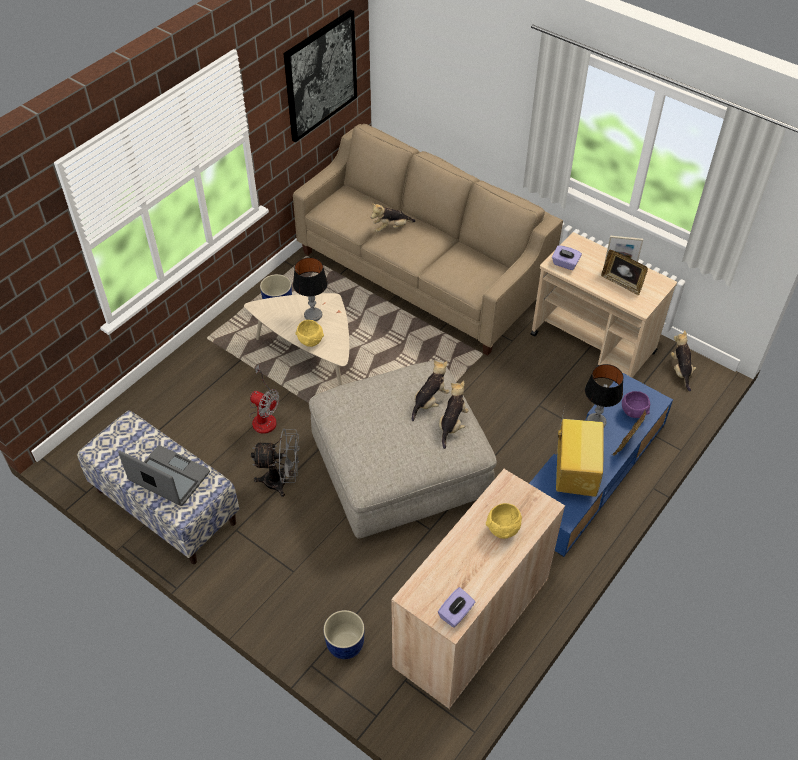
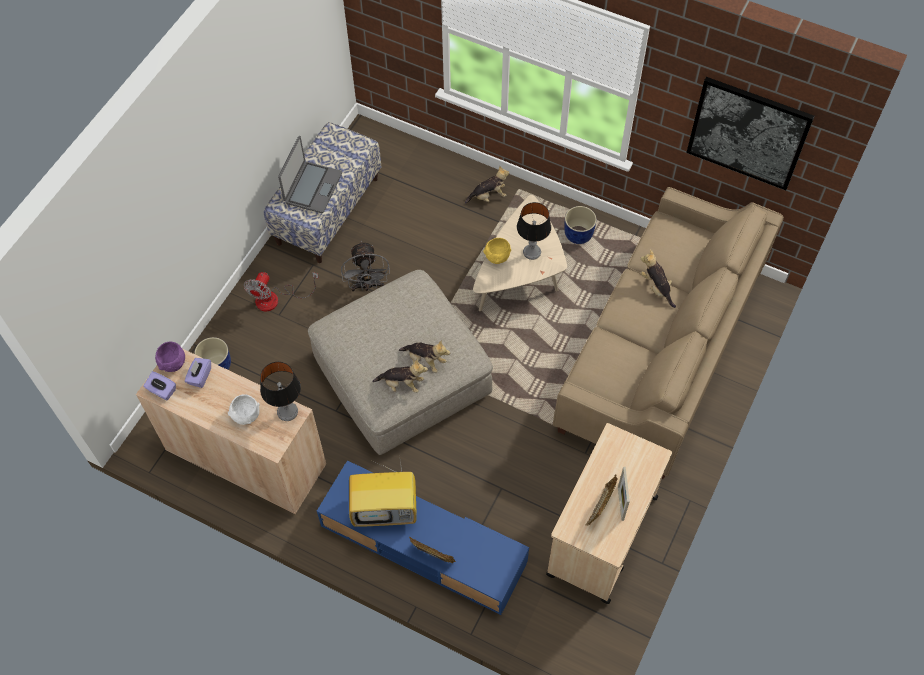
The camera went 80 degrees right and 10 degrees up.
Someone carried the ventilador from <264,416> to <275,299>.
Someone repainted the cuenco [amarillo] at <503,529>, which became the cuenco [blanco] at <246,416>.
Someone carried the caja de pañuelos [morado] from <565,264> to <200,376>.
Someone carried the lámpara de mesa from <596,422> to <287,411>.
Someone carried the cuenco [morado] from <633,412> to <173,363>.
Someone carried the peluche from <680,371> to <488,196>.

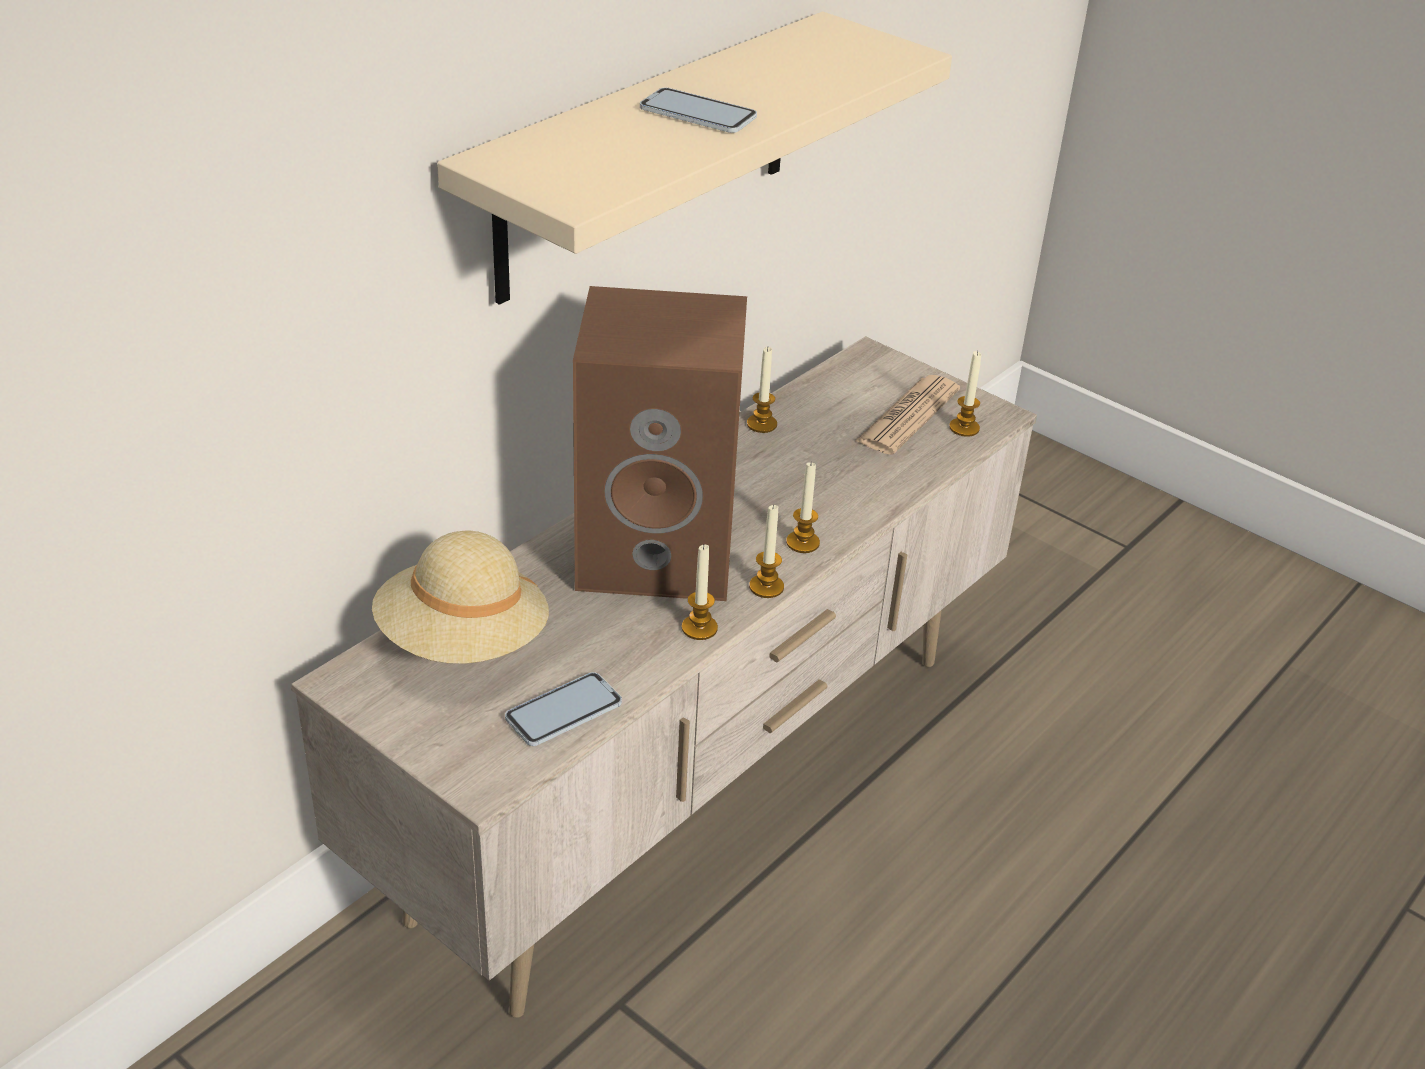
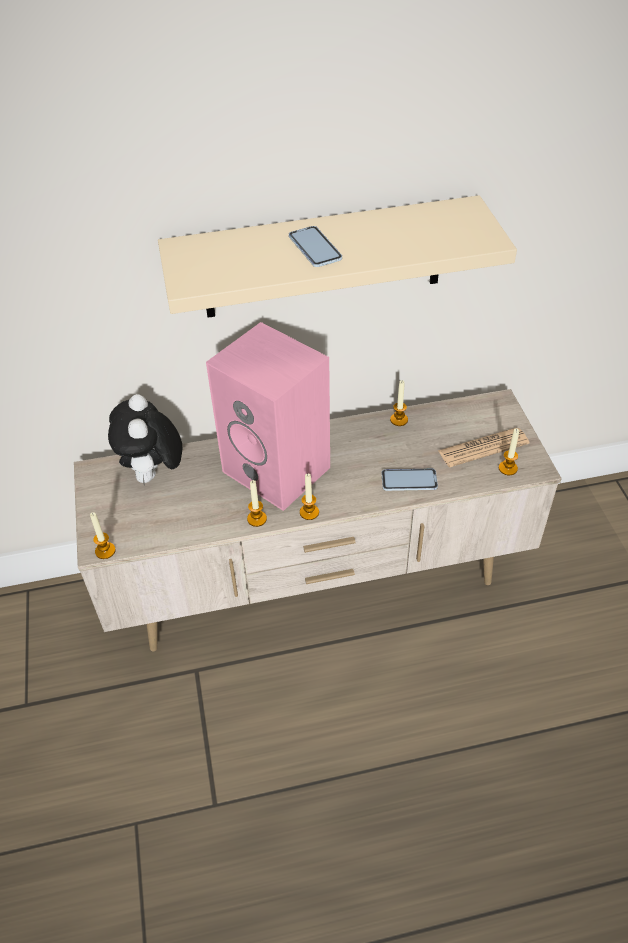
The camera went 40 degrees right and 10 degrees up.
Someone swapped the sombrero [beis] at <463,641> for the peluche at <153,475>.
Someone carried the móvil from <563,711> to <409,481>.
Someone repainted the altavoz [marrón] at <660,551>, which became the altavoz [rosa] at <279,469>.
Someone carried the vela from <802,543> to <105,551>.

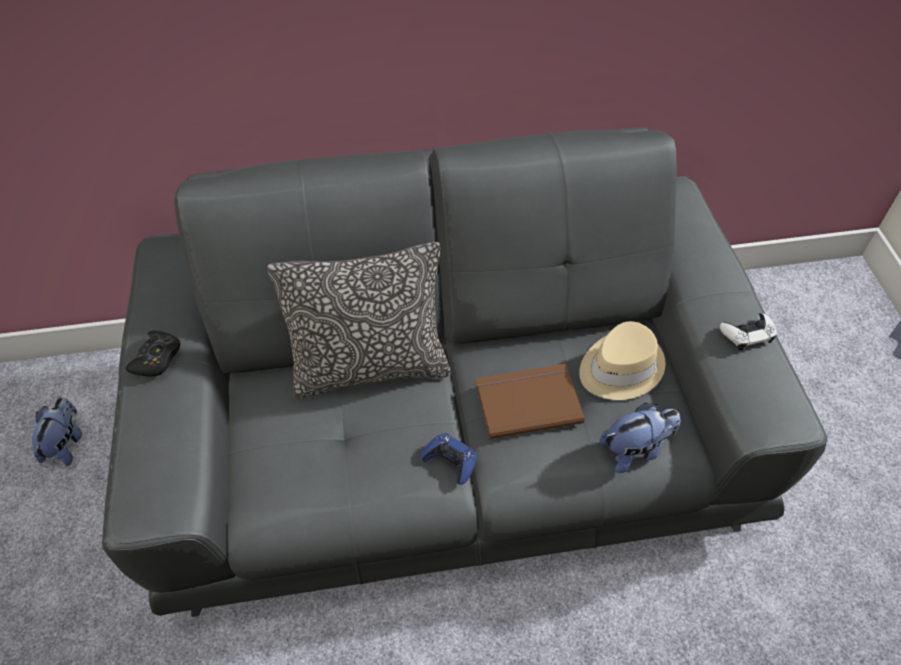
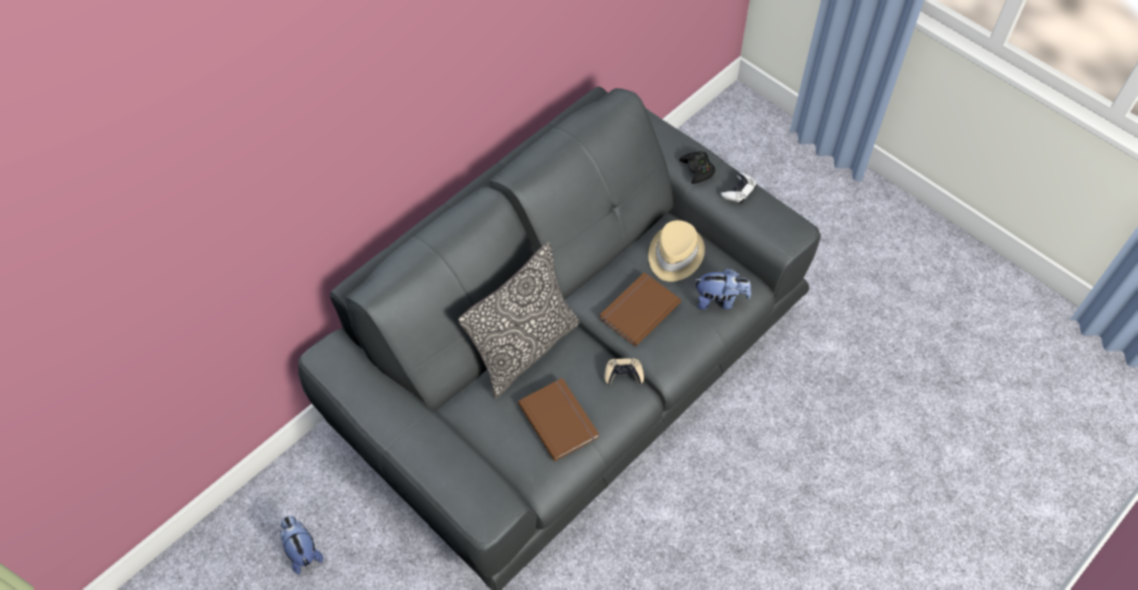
The camera went 35 degrees left and 5 degrees up.
Someone carried the mando de consola [negro] from <157,358> to <697,169>.
Someone repainted the mando de consola [azul] at <450,461>, which became the mando de consola [beis] at <623,374>.
Someone rotated the peluche at <635,450> by 60 degrees clockwise.
Someone put down the libro [marrón] at <560,419>.

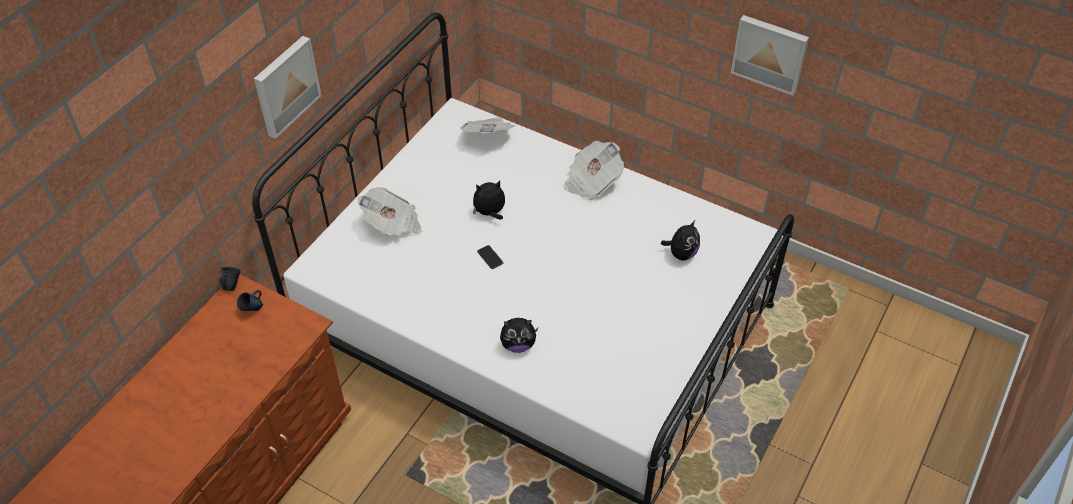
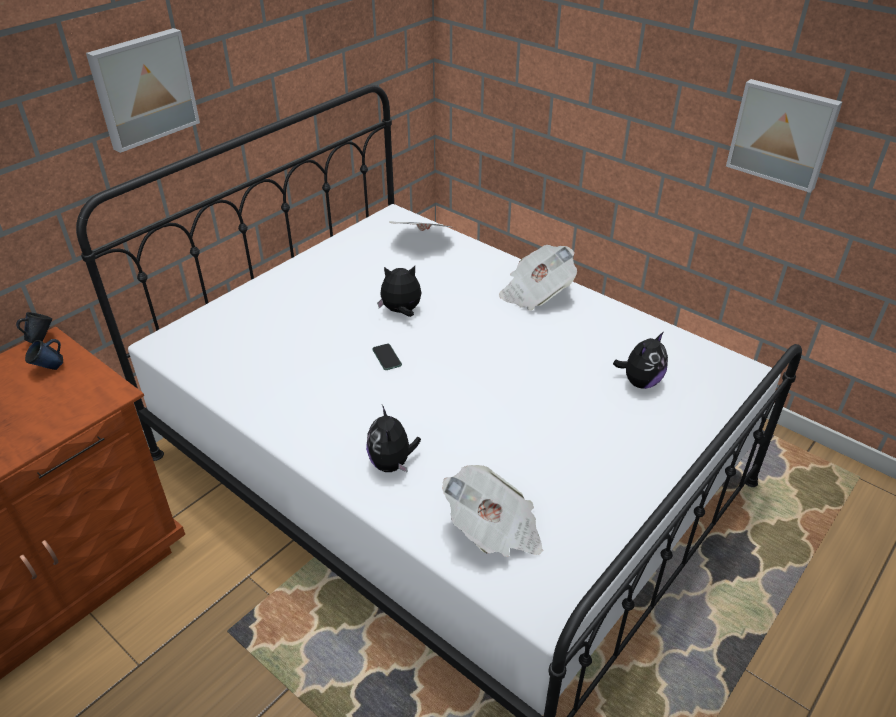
The camera went 10 degrees right and 10 degrees down.
Someone carried the periódico from <393,224> to <494,530>.
Someone rotated the peluche at <518,345> by 75 degrees clockwise.

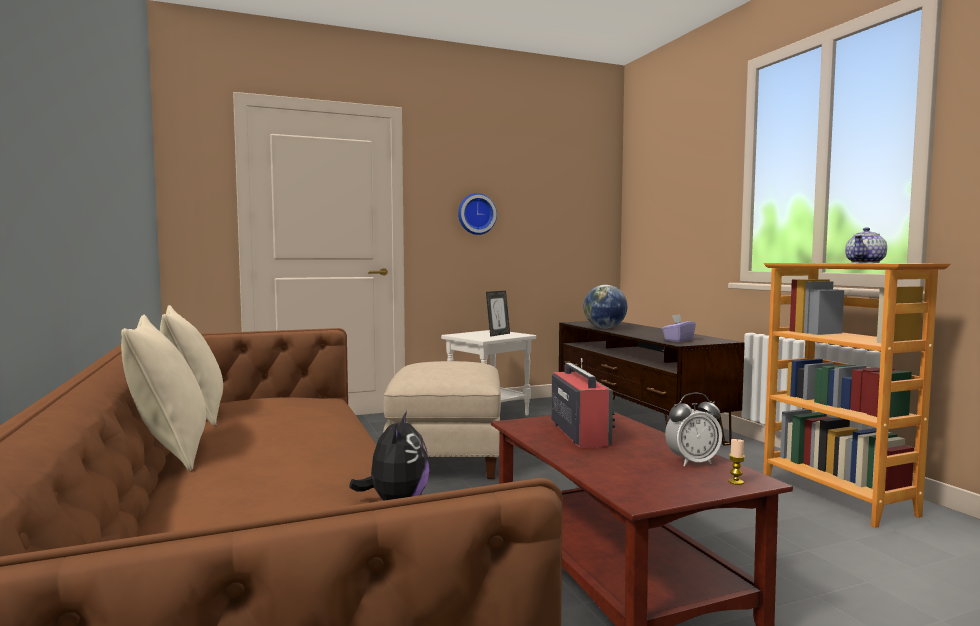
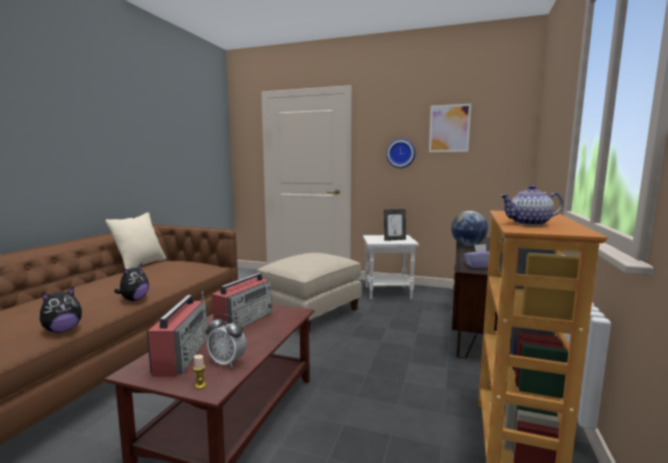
The camera went 40 degrees right and 5 degrees up.
Someone took away the cojín [beis] at <170,452>.
Someone put down the peluche at <134,299>.
Someone put down the radio at <182,355>.
Someone put up the cuadro at <449,128>.

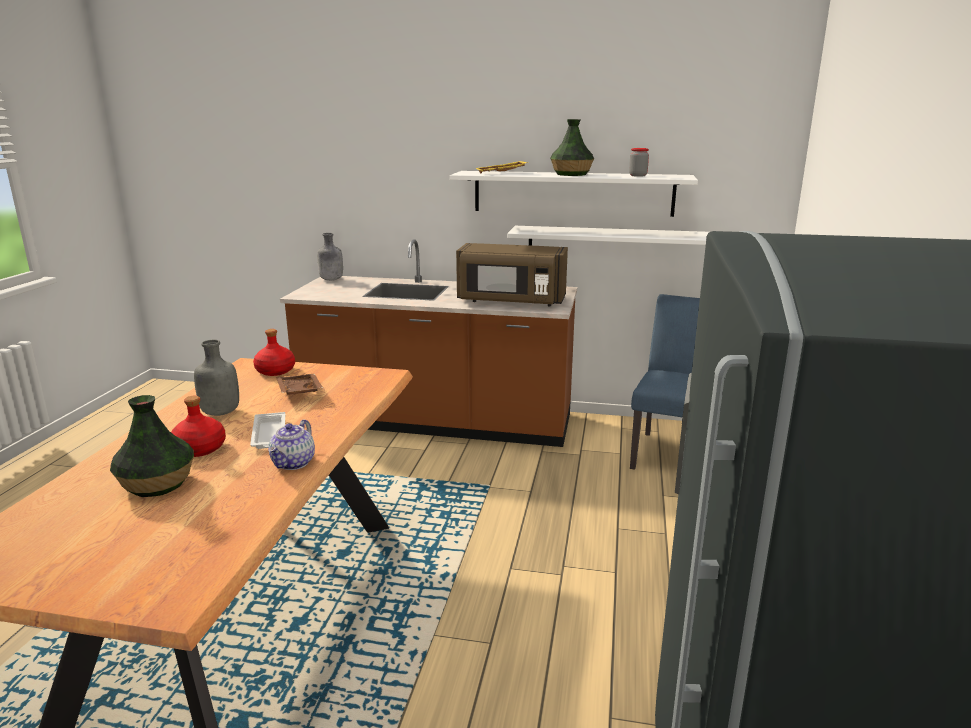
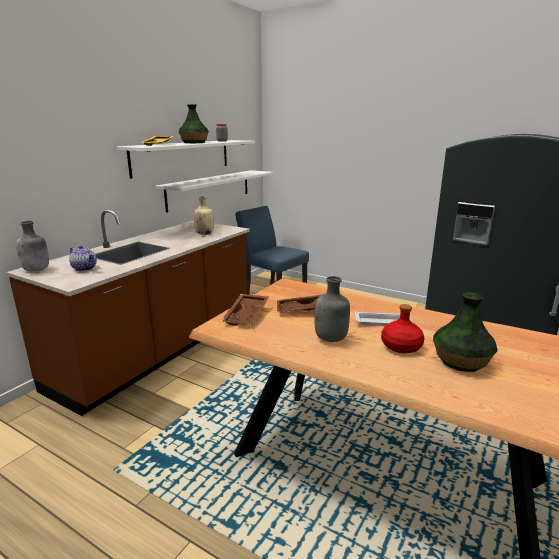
The camera went 70 degrees left and 0 degrees up.
Someone swapped the botella [rojo] at <275,371> for the bandeja [marrón] at <247,316>.
Someone carried the tetera from <293,463> to <85,268>.
Someone swapped the microondas [marrón] at <510,301> for the botella [beis] at <204,234>.

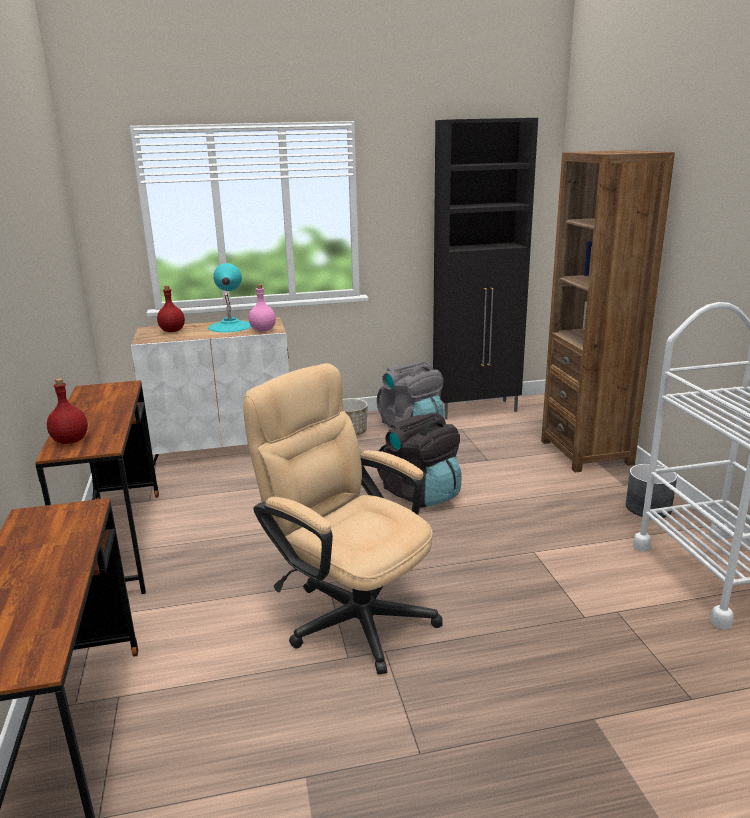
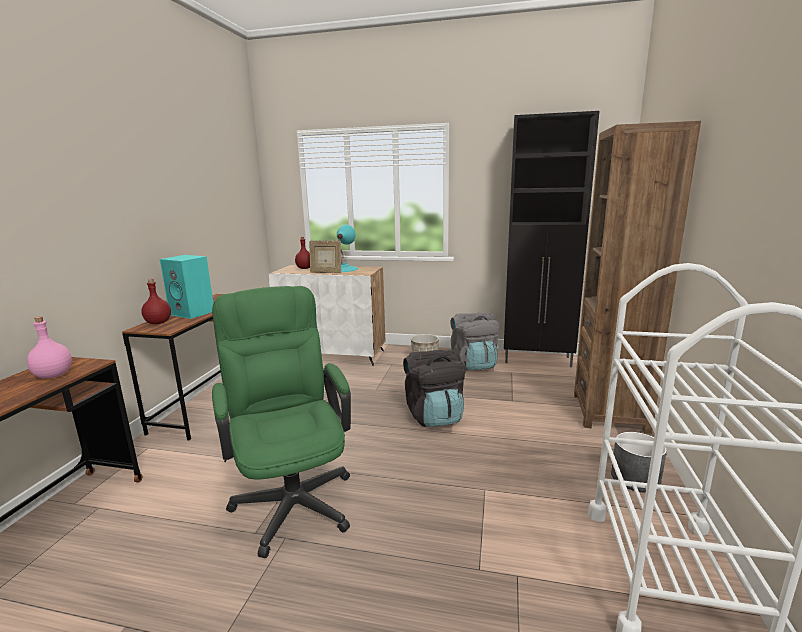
The camera went 25 degrees right and 5 degrees down.
Someone repainted the silla de oficina [beis] at <350,613>, which became the silla de oficina [verde] at <292,496>.
Someone carried the botella [rosa] from <263,330> to <53,376>.
Someone put down the altavoz [turquesa] at <193,313>.
Someone put down the portarretratos at <326,273>.

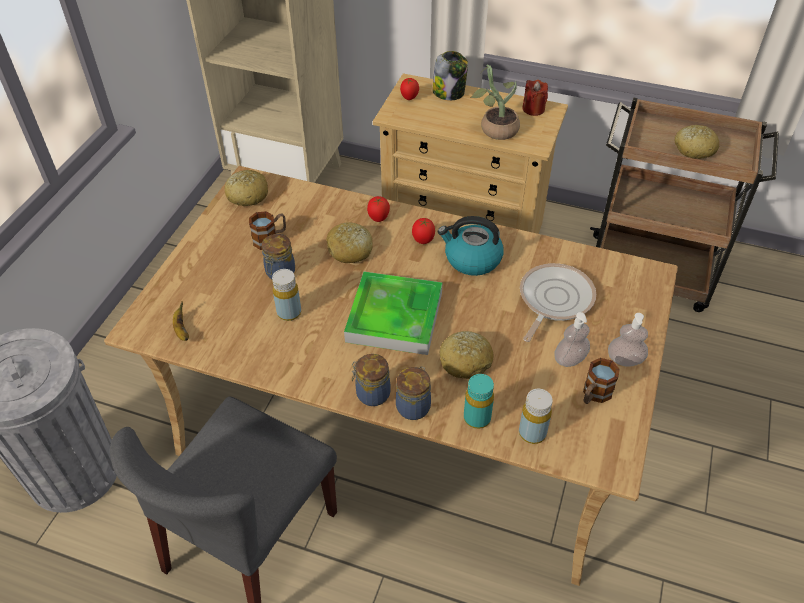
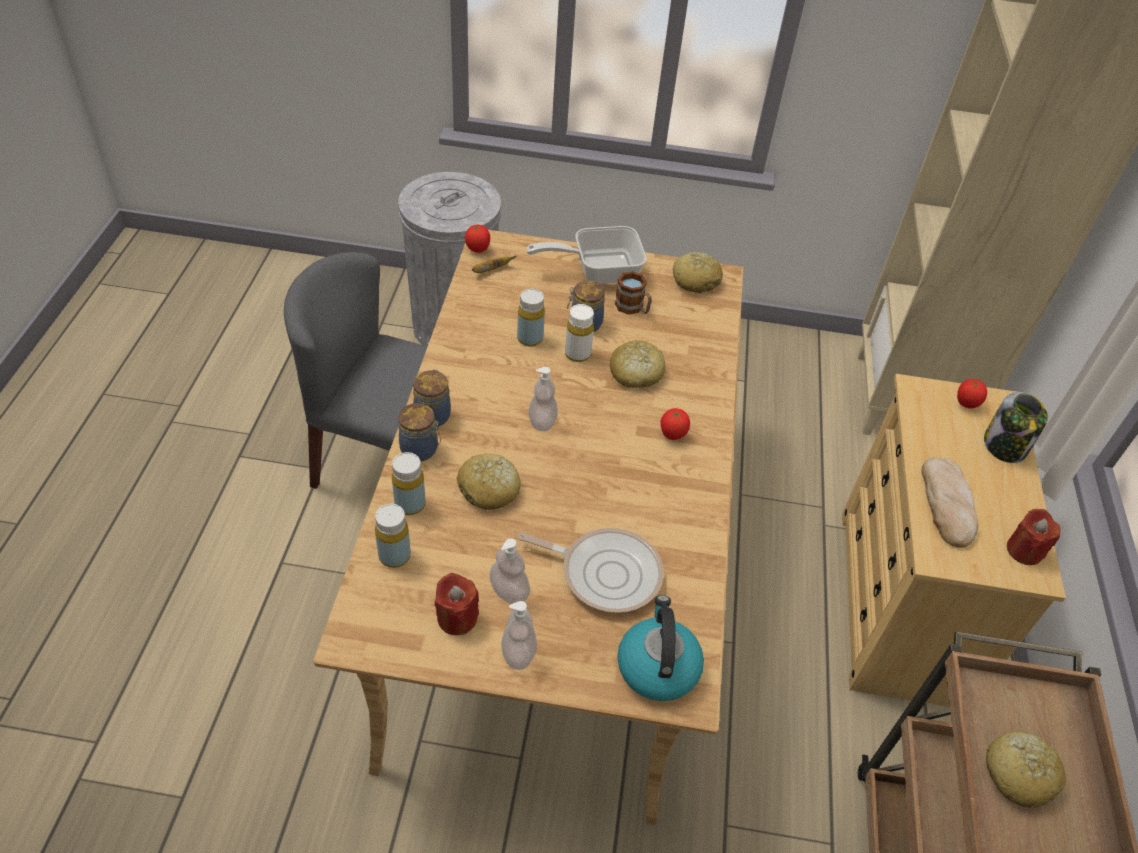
The camera went 75 degrees right and 0 degrees up.
Someone swapped the bandeja at <394,317> for the dispensador de jabón at <542,422>.
Someone carried the tomate from <378,219> to <477,250>.
Someone carried the hervidor from <472,259> to <657,666>.
Someone repainted the botella [turquesa] at <477,418>, which became the botella [amarillo] at <410,504>.
Someone swapped the planta en maceta at <494,129> for the pan at <947,504>.
Someone swapped the taza grande at <594,394> for the vela [rojo] at <457,618>.
Someone put down the sartén at <597,270>.
Someone put down the botella [blanco] at <577,354>.

